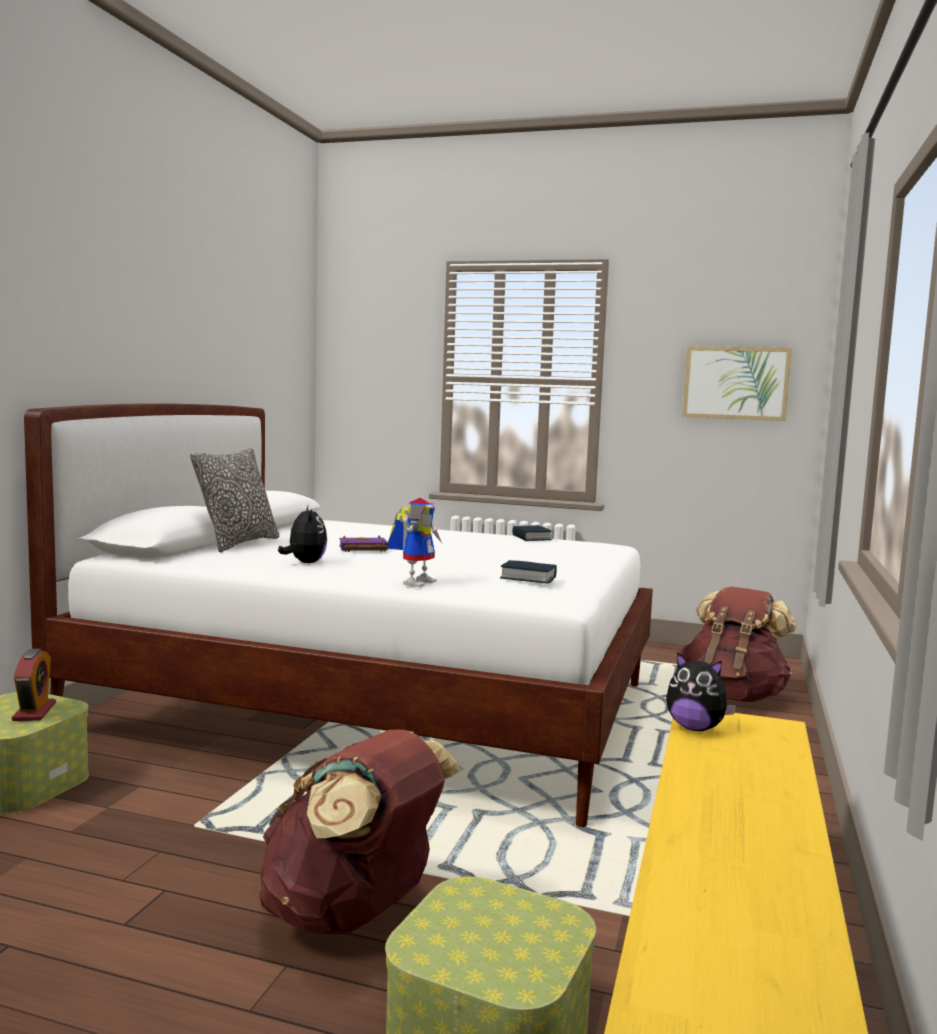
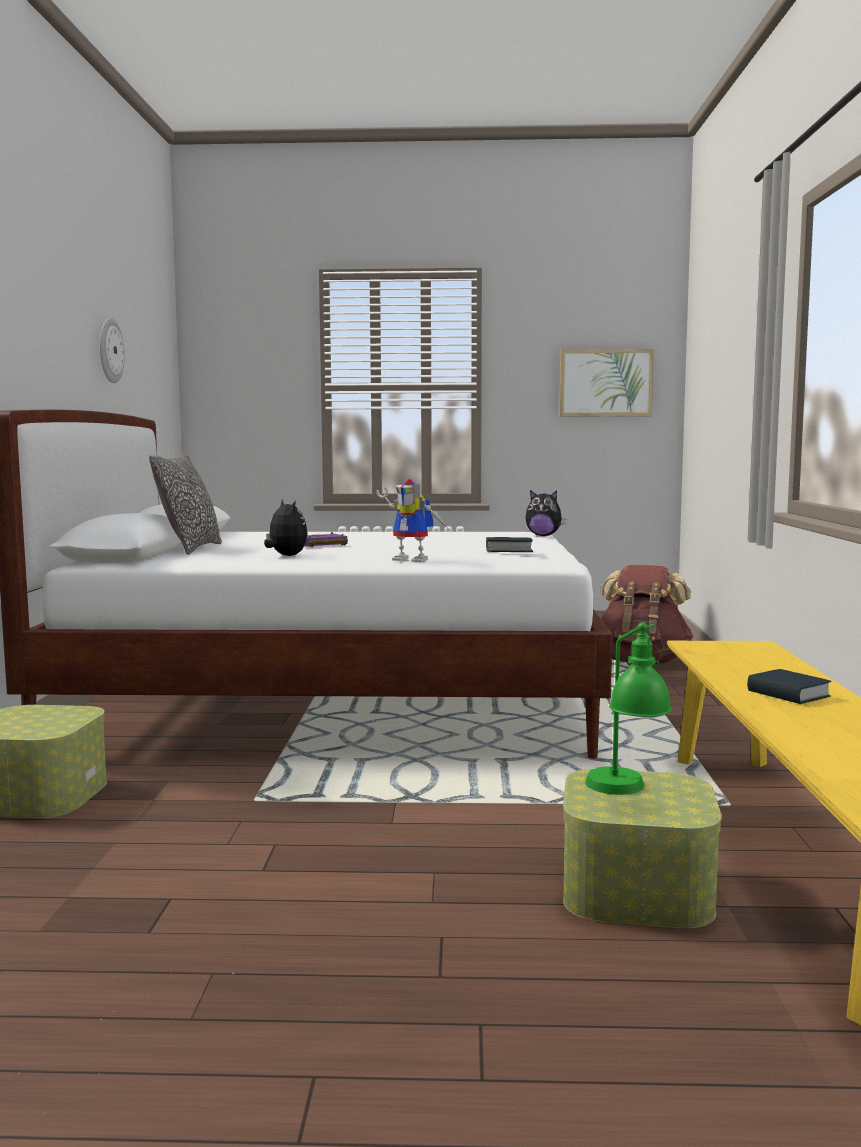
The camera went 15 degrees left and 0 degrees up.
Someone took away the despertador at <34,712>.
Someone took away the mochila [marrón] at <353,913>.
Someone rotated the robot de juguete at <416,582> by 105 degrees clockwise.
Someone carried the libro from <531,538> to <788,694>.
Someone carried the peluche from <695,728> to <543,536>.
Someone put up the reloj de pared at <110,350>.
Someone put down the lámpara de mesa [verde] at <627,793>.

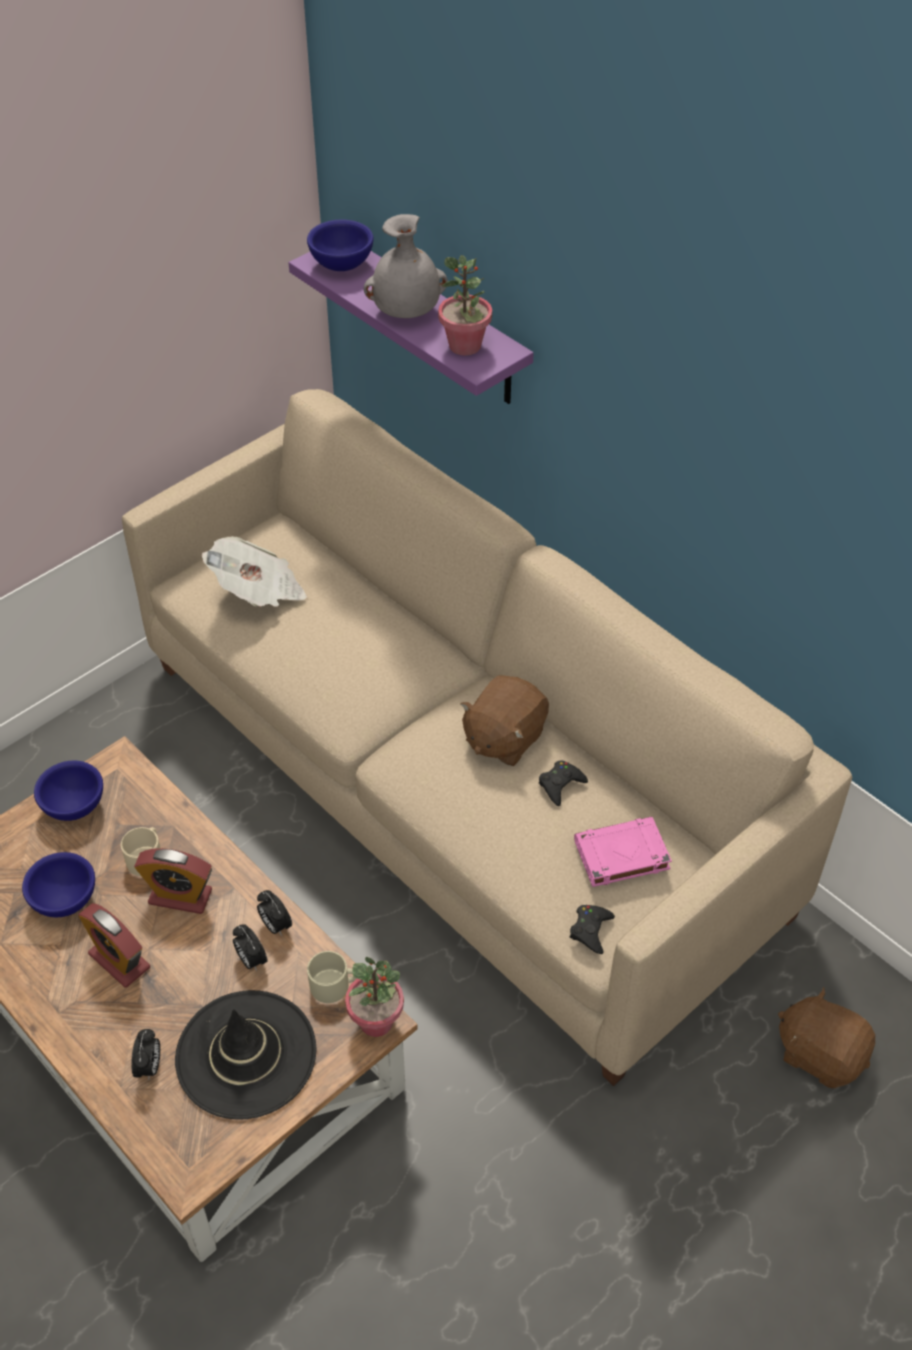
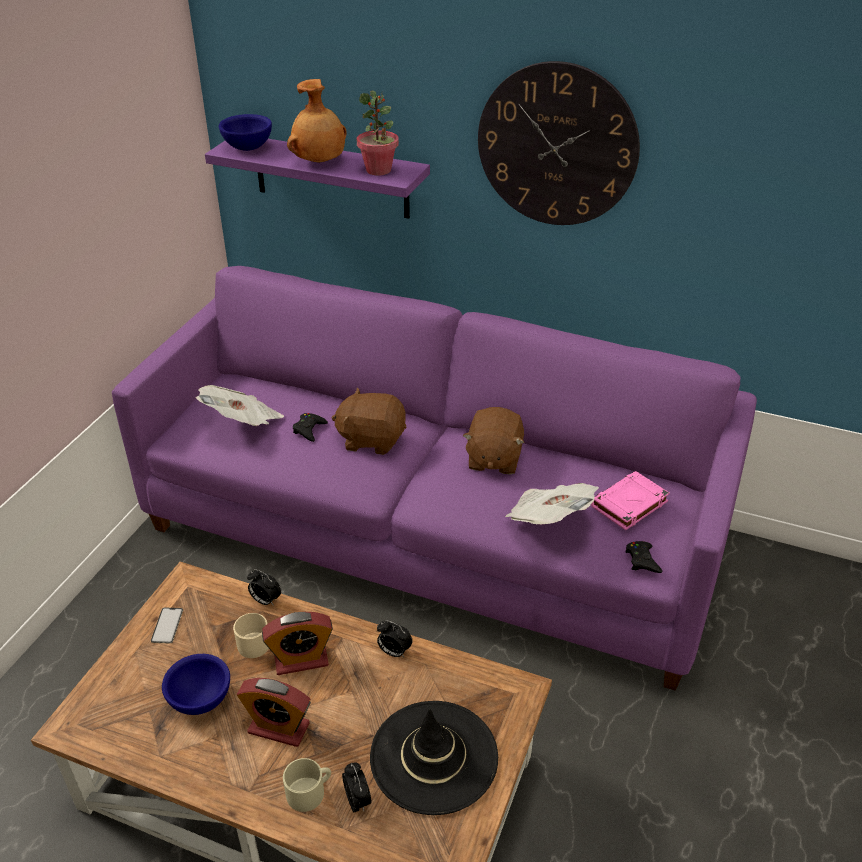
The camera went 25 degrees left and 10 degrees down.
Someone swapped the cuenco [azul] at <75,806> for the móvil at <167,625>.
Someone repainted the sofá [beis] at <458,785>, which became the sofá [morado] at <433,533>.
Someone carried the despertador from <251,960> to <265,600>.
Someone carried the taza grande [beis] from <334,985> to <310,792>.
Someone took away the planta en maceta at <376,1021>.
Someone repainted the florero [gris] at <407,313>, which became the florero [marrón] at <320,162>.
Someone carried the mando de consola [negro] from <560,785> to <309,430>.
Someone carried the peluche [marrón] from <820,1054> to <371,439>.
Someone put up the reloj de pared at <557,146>.
Someone put down the periódico at <549,519>.

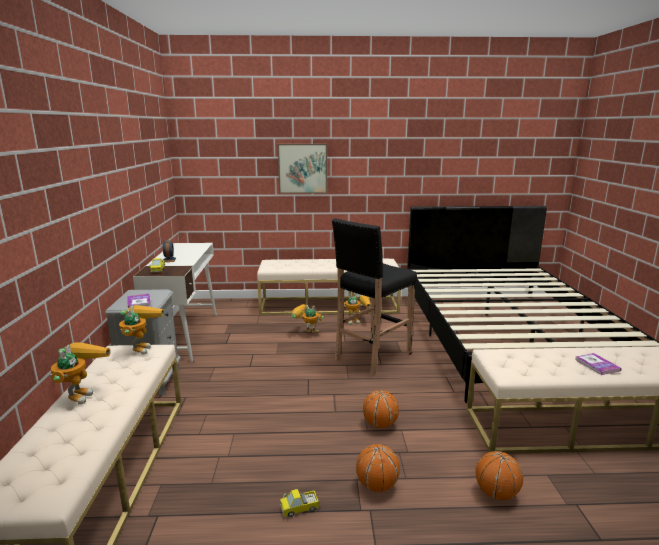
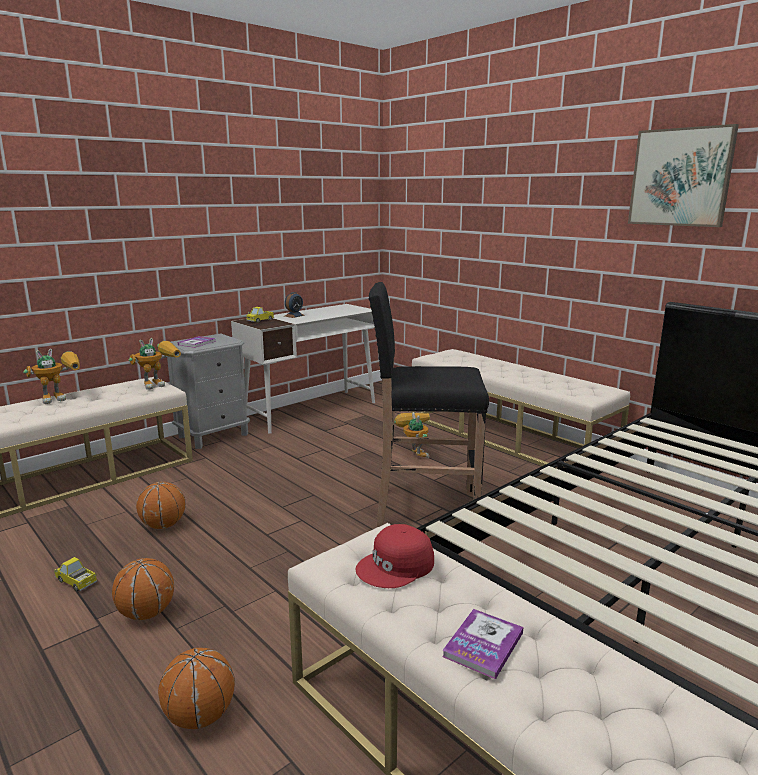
The camera went 50 degrees right and 0 degrees up.
Someone carried the cuadro from <302,168> to <680,177>.
Someone took away the robot de juguete at <357,321>.
Someone carried the balón de baloncesto from <380,424> to <163,525>.
Someone put down the gorra [rojo] at <396,566>.

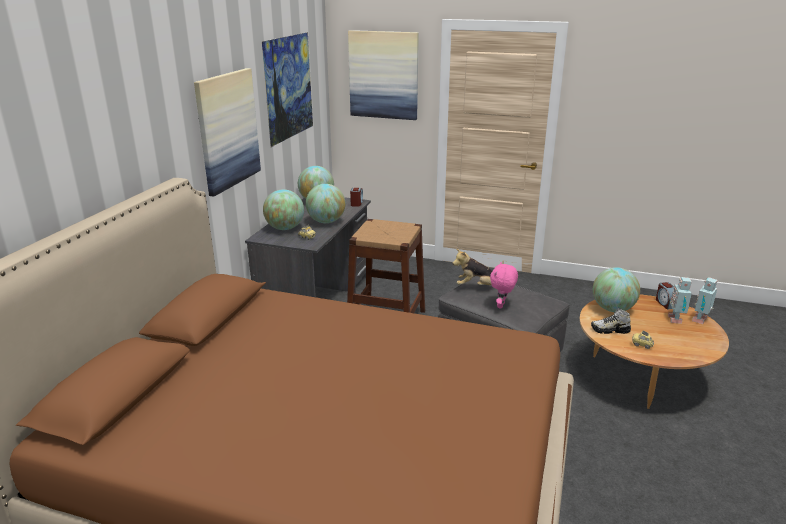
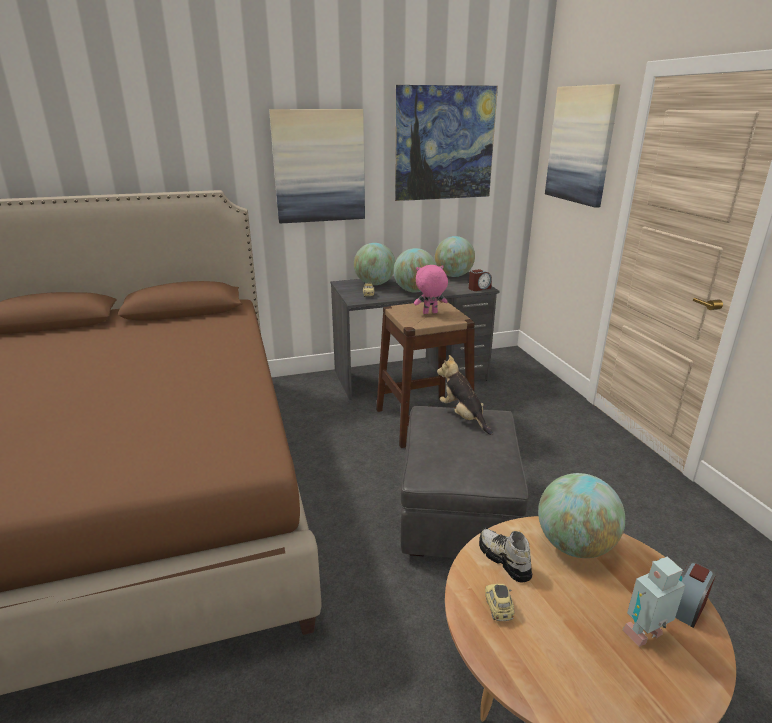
The camera went 55 degrees right and 0 degrees up.
Someone carried the peluche [rosa] from <502,306> to <430,313>.
Someone took away the robot de juguete at <701,320>.

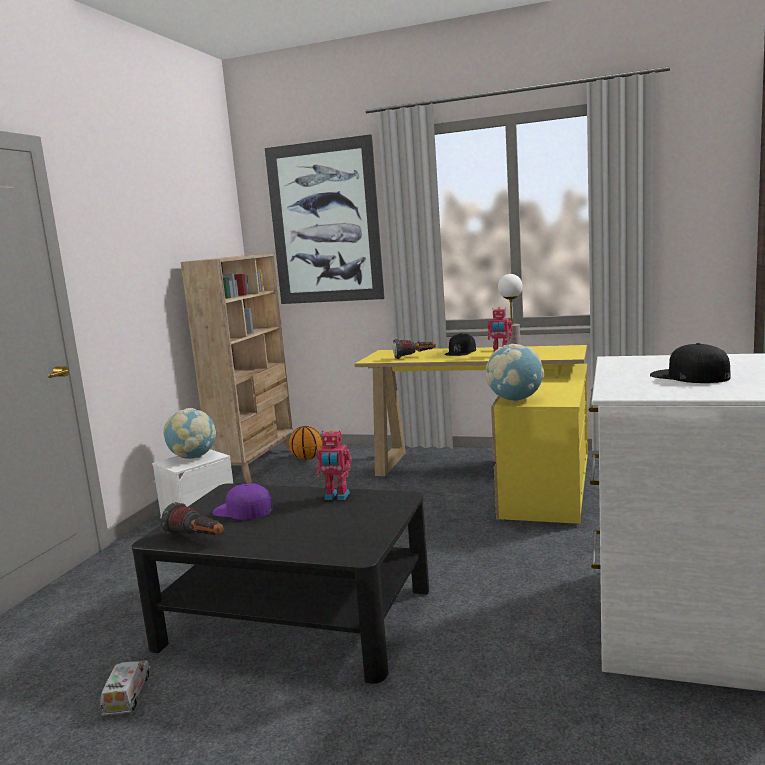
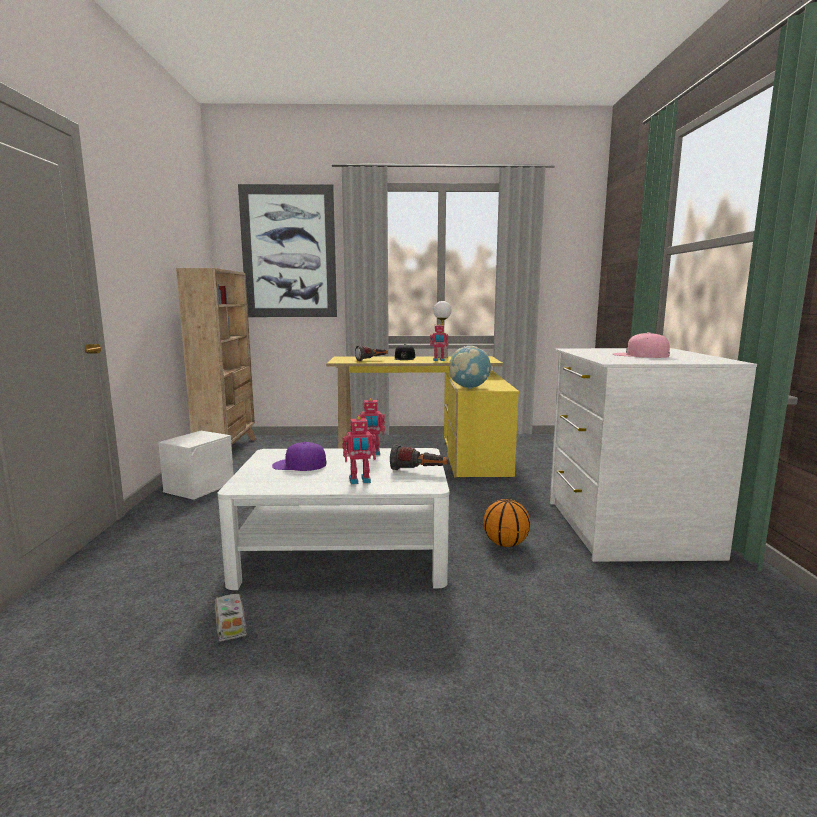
The camera went 20 degrees left and 0 degrees up.
Someone repainted the mesa de centro [negro] at <296,617>, which became the mesa de centro [blanco] at <344,552>.
Someone carried the linterna from <197,538> to <418,471>.
Someone took away the globo terráqueo at <193,457>.
Someone carried the balón de baloncesto from <307,458> to <505,543>.
Someone repainted the gorra [negro] at <689,376>, which became the gorra [rosa] at <640,355>.
Someone put down the robot de juguete at <360,481>.

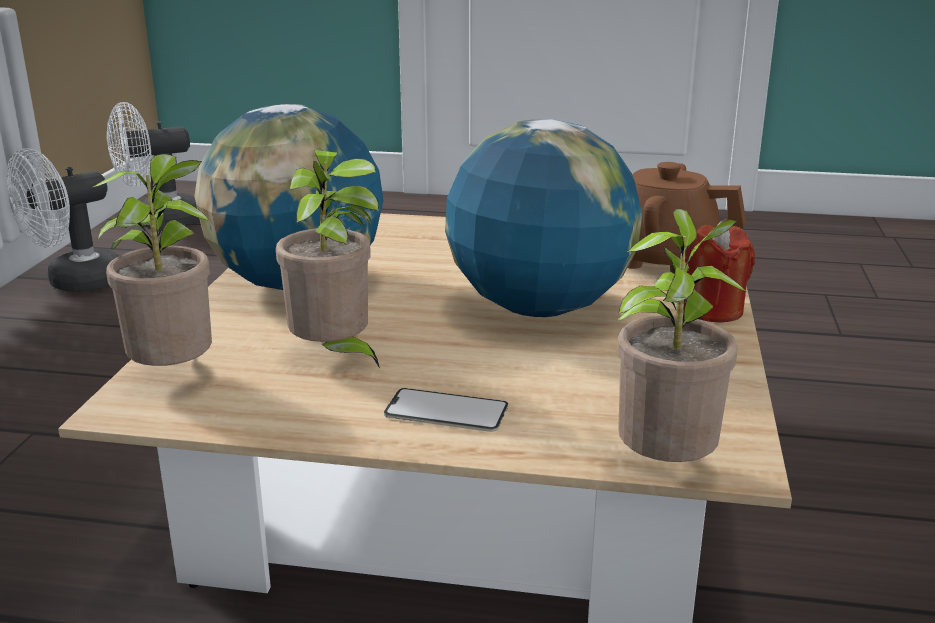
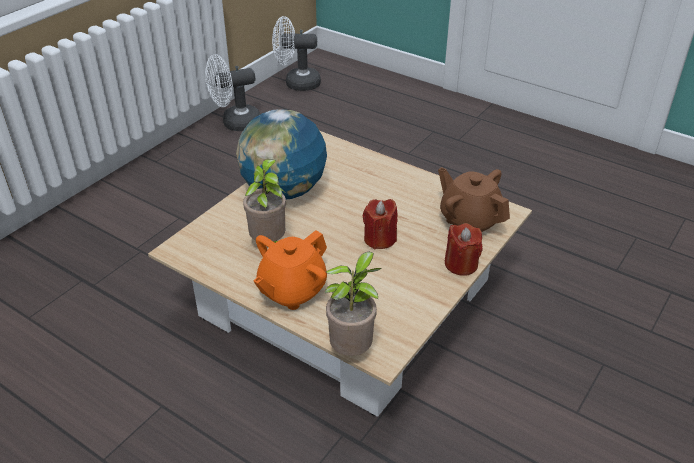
The camera went 25 degrees right and 15 degrees up.
Someone took away the planta en maceta at <177,376>.
Someone swapped the móvil at <446,411> for the tetera [naranja] at <292,291>.
Someone swapped the globo terráqueo at <539,308> for the vela [rojo] at <380,239>.

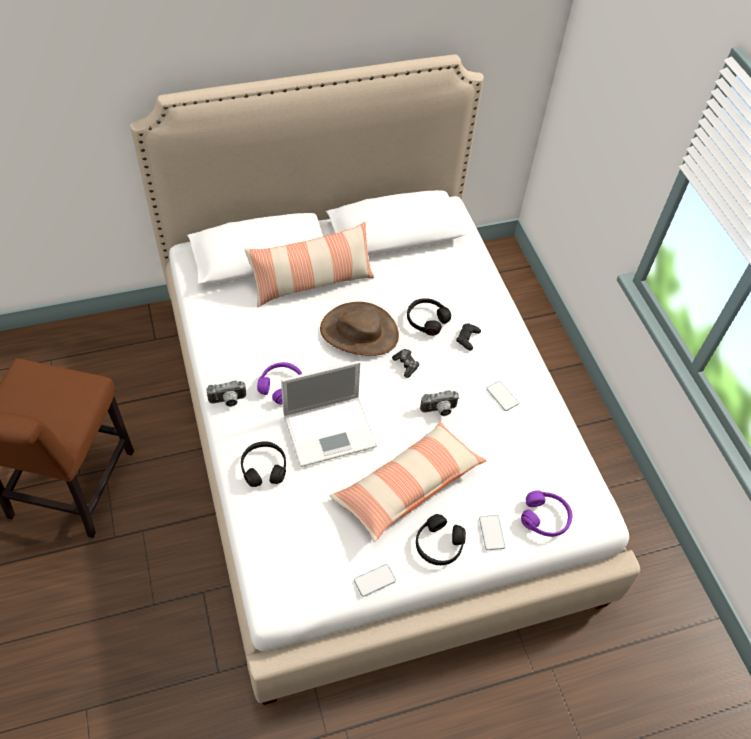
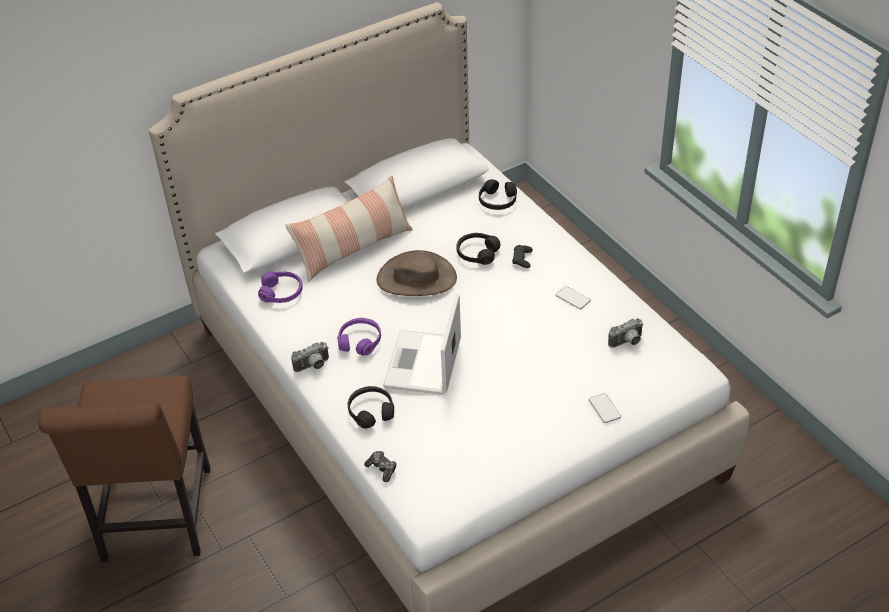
The camera went 10 degrees left and 10 degrees down.
Someone rotated the portátil at <331,430> by 135 degrees clockwise.
Someone took away the cojín at <407,487>.
Someone took away the móvil at <374,580>.
Someone carried the mando de consola from <406,365> to <382,469>.
Someone carried the auriculares [negro] from <439,544> to <497,201>.
Someone carried the cámara from <439,410> to <627,342>.
Someone carried the auriculares [morado] from <545,518> to <281,292>.

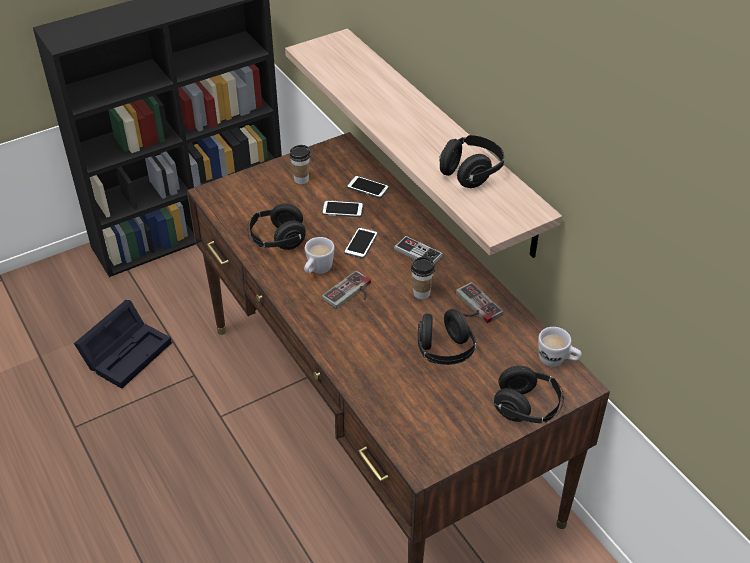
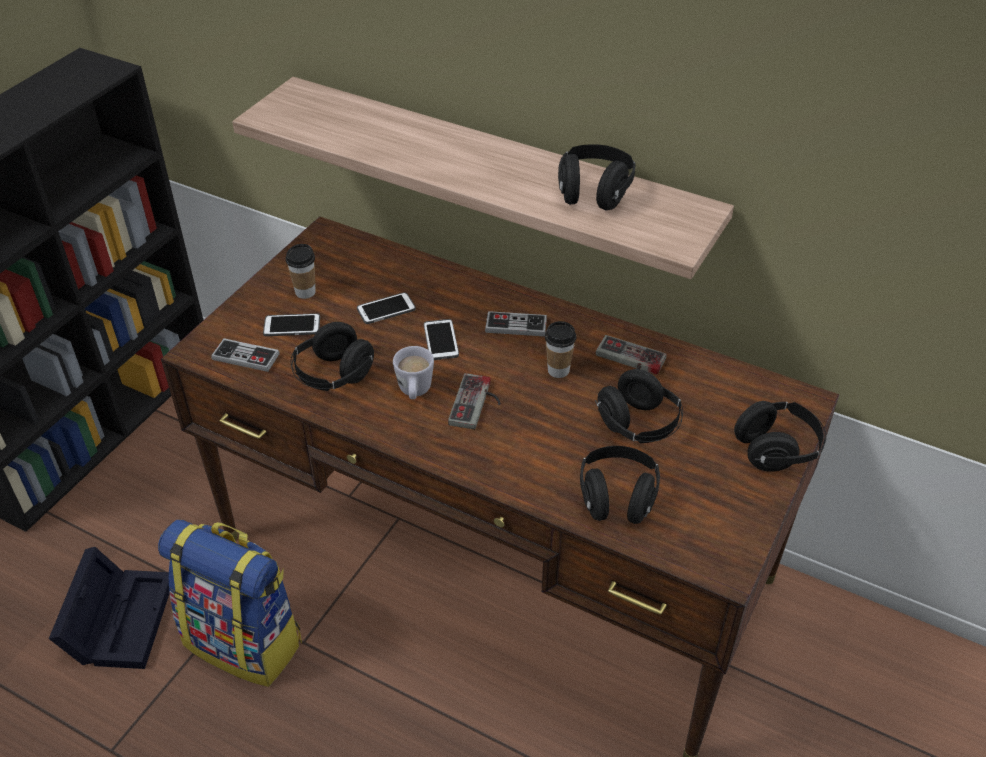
The camera went 30 degrees left and 0 degrees up.
Someone carried the móvil from <367,188> to <292,326>.
Someone took away the taza grande [blanco] at <557,361>.
Someone put down the mochila at <245,641>.
Someone put down the mando de consola at <246,357>.
Someone put down the auriculares [negro] at <617,498>.

